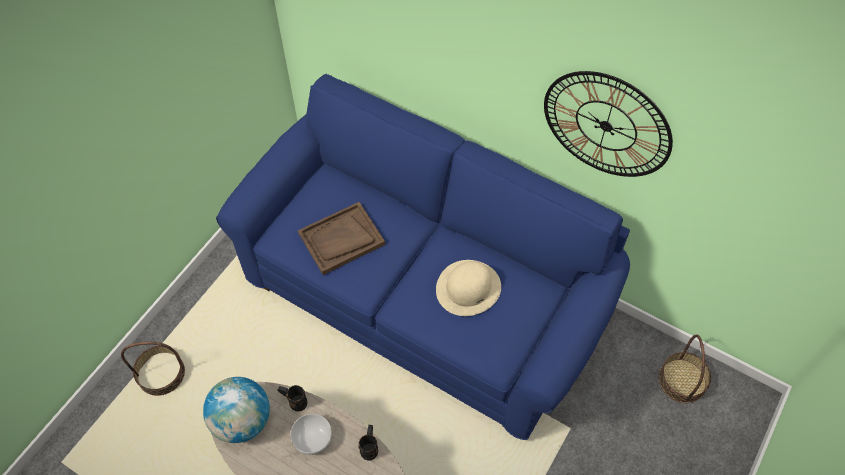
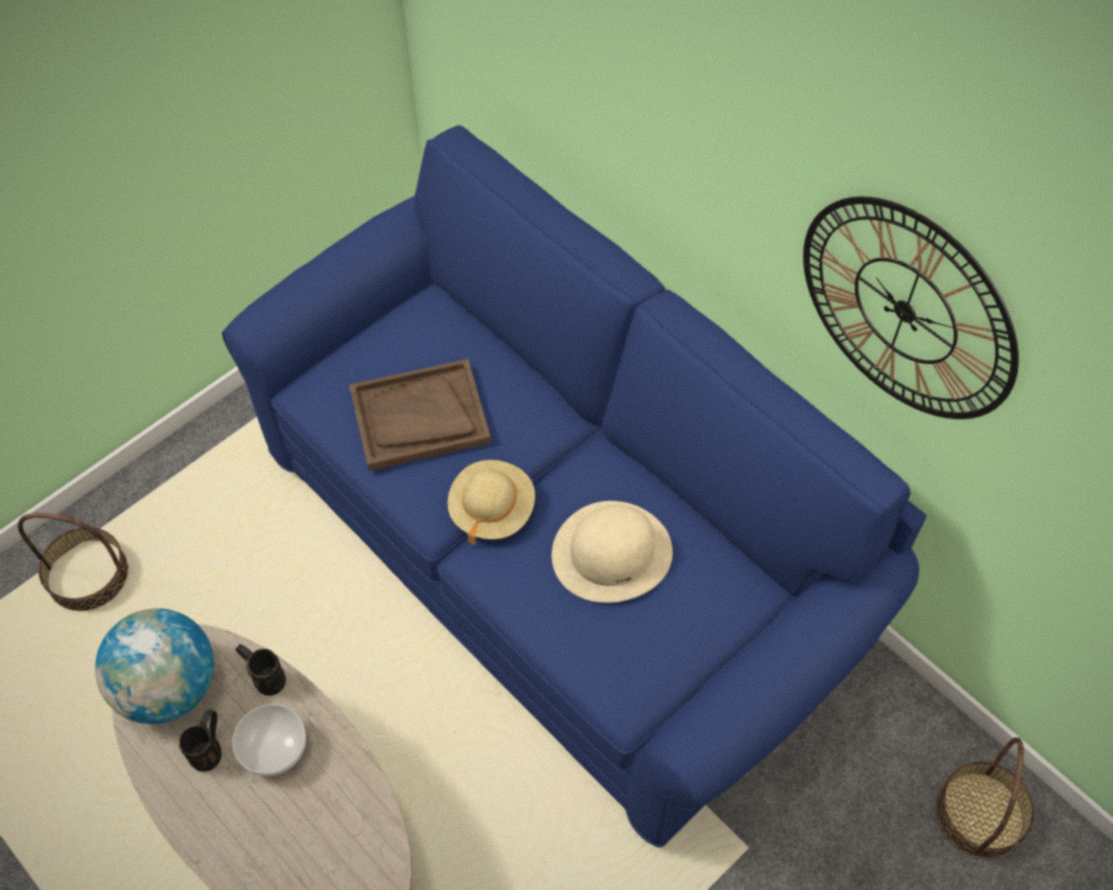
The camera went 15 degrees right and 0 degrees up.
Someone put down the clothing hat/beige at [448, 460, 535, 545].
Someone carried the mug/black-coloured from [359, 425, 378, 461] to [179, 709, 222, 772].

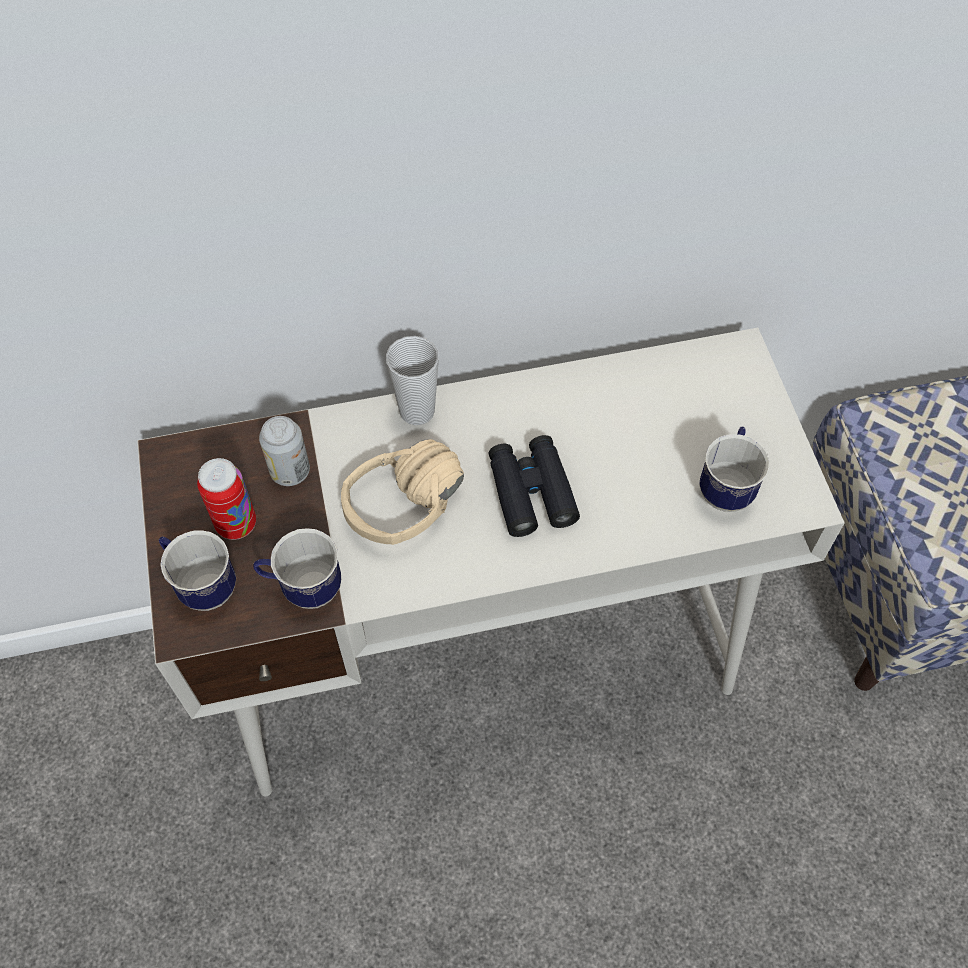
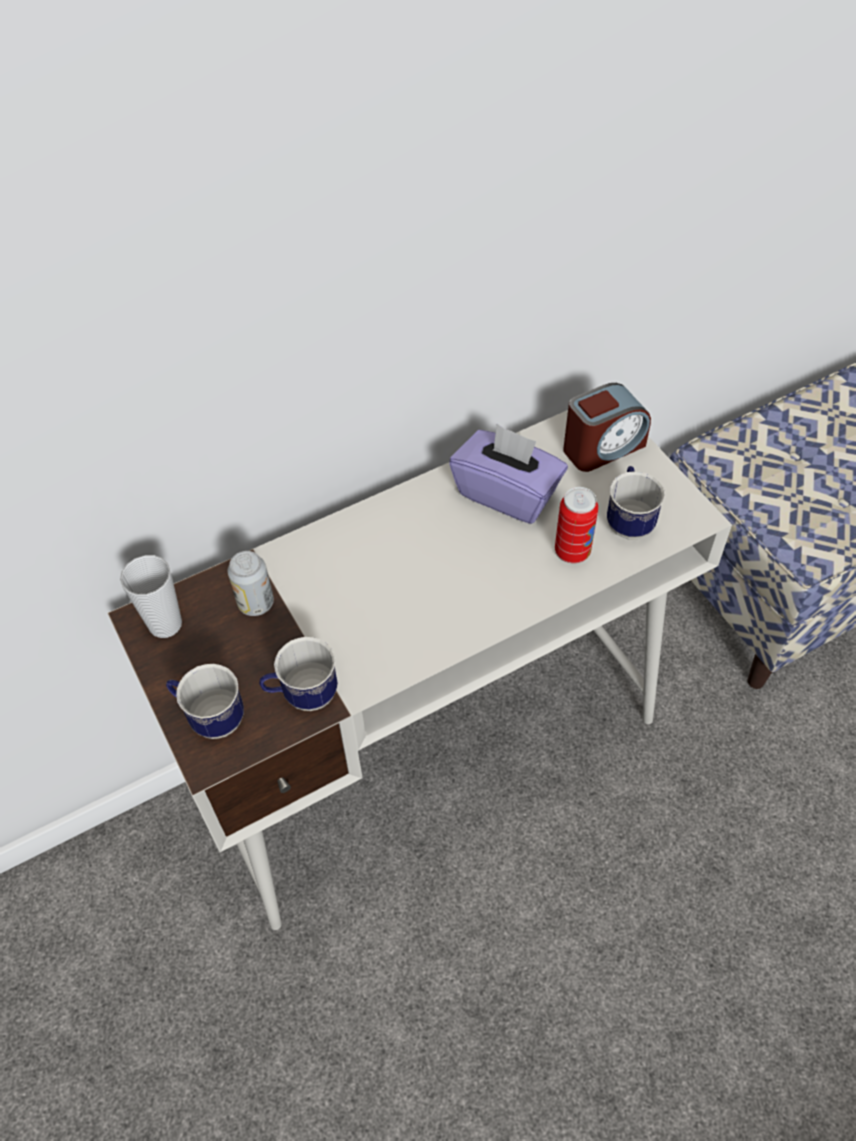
The camera went 15 degrees left and 5 degrees down.
Someone took away the headphones/beige at [341, 439, 464, 545].
Someone took away the field glasses/black-coloured at [488, 435, 580, 537].
Someone put down the tissue holder/purplish at [449, 424, 568, 524].
Someone put down the alarm clock at [563, 383, 651, 472].
Someone carried the metal can from [197, 458, 256, 540] to [555, 487, 598, 564].
Someone carried the cup from [386, 336, 439, 425] to [120, 555, 182, 638].

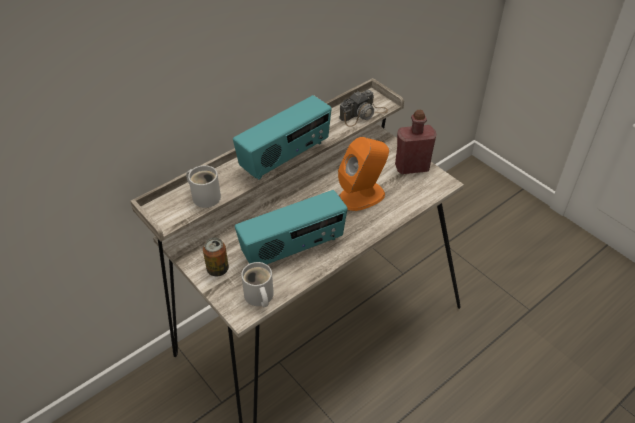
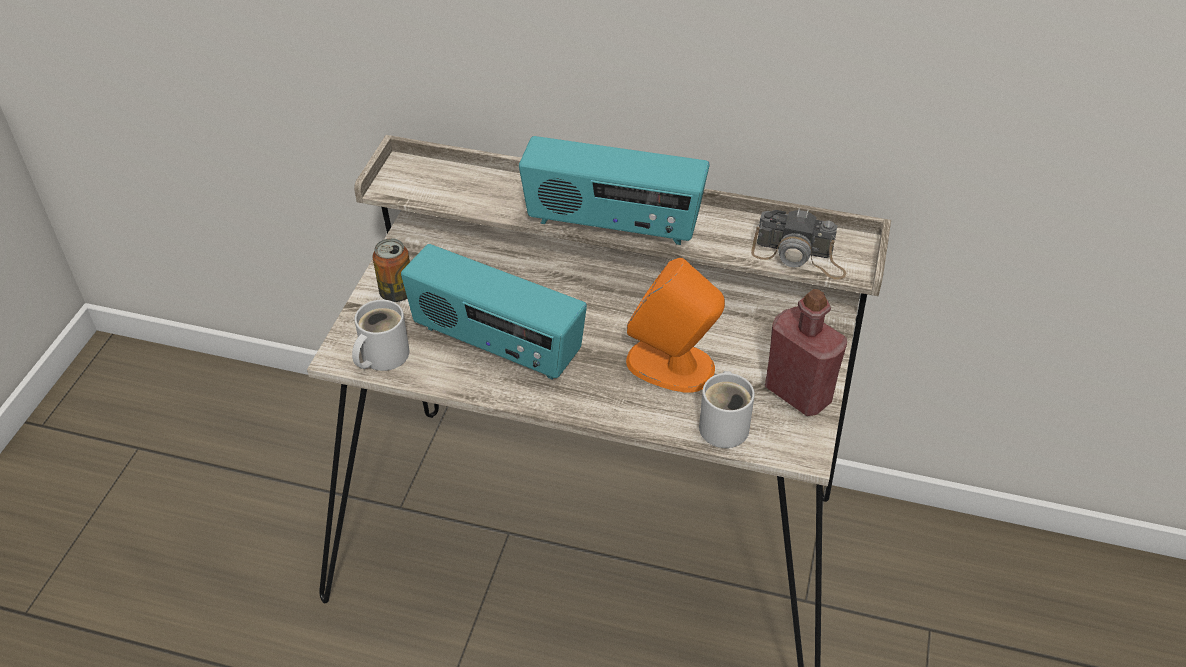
The camera went 55 degrees right and 0 degrees up.
Someone carried the mug/whitish from [186, 165, 221, 208] to [699, 371, 755, 448].

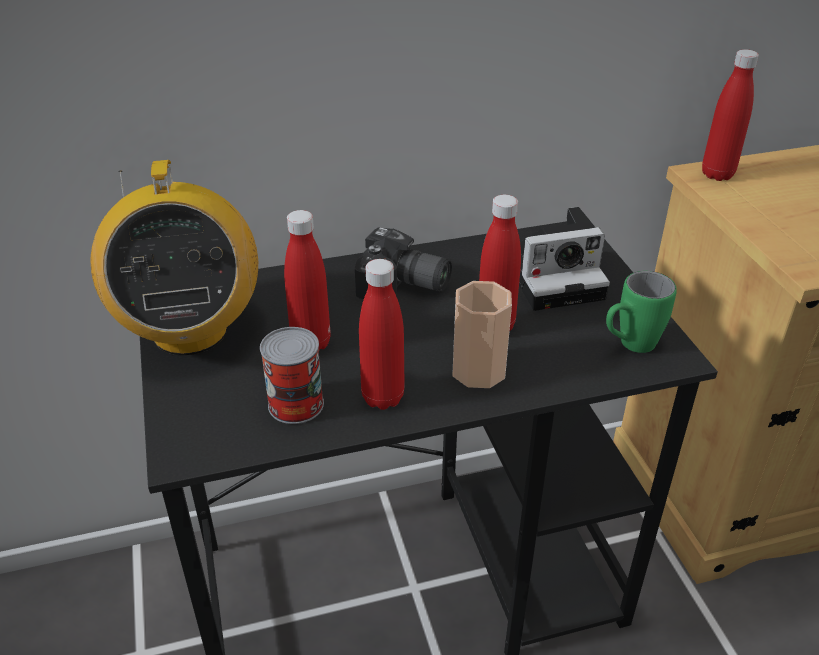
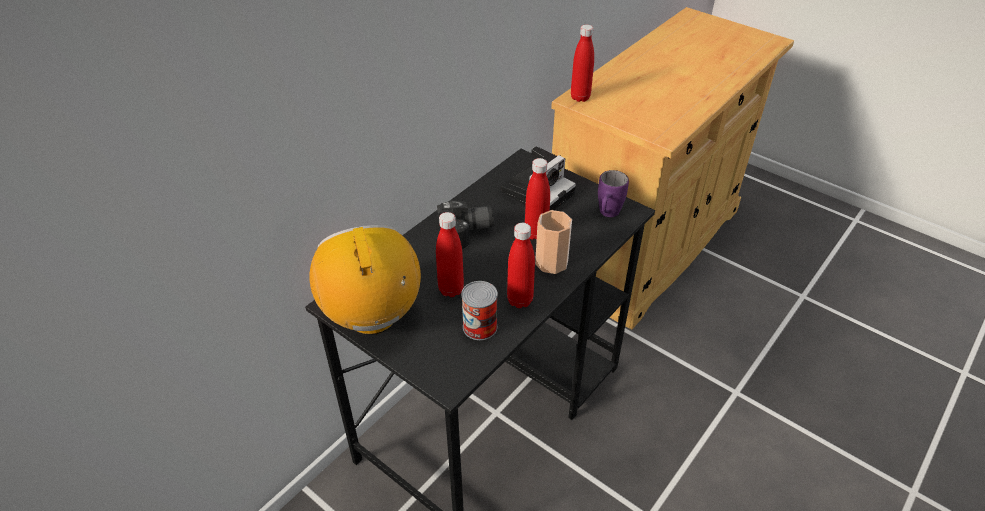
The camera went 35 degrees left and 5 degrees up.
Someone repainted the mug/green-coloured at [606, 271, 677, 353], which became the mug/purplish at [598, 170, 629, 217].
Someone rotated the radio set at [90, 160, 258, 355] by 150 degrees counterclockwise.

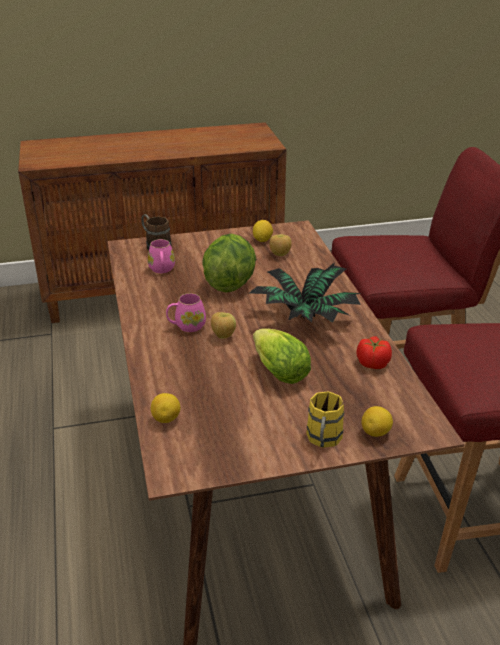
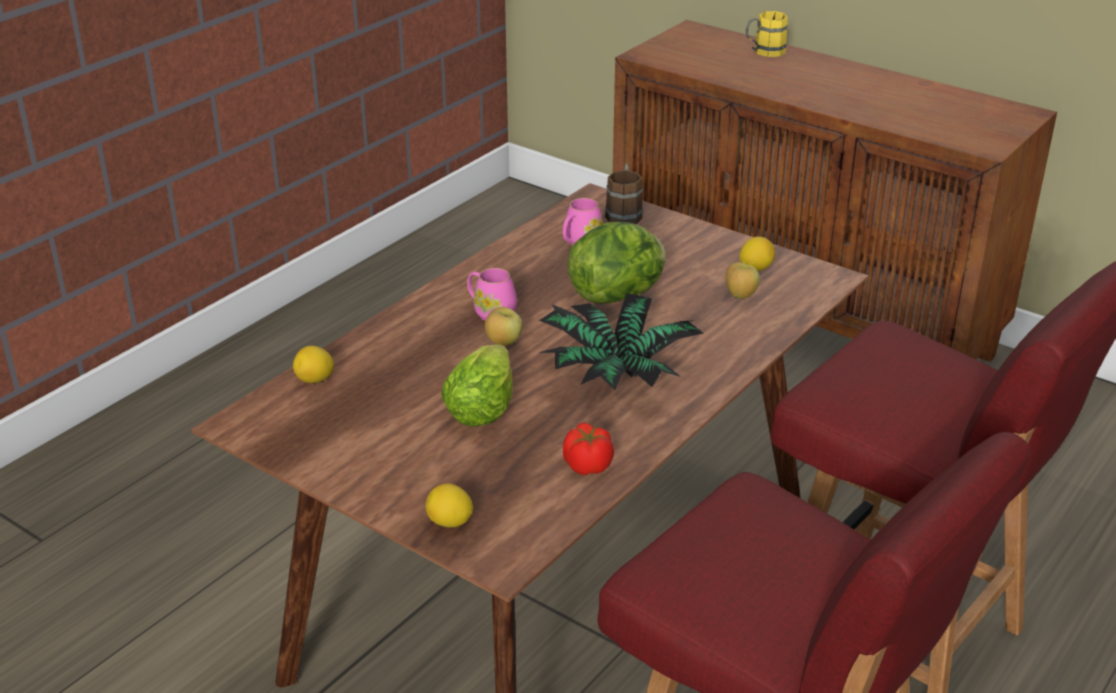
The camera went 50 degrees right and 0 degrees up.
Someone carried the mug/yellowish from [306, 391, 344, 448] to [746, 11, 788, 57].

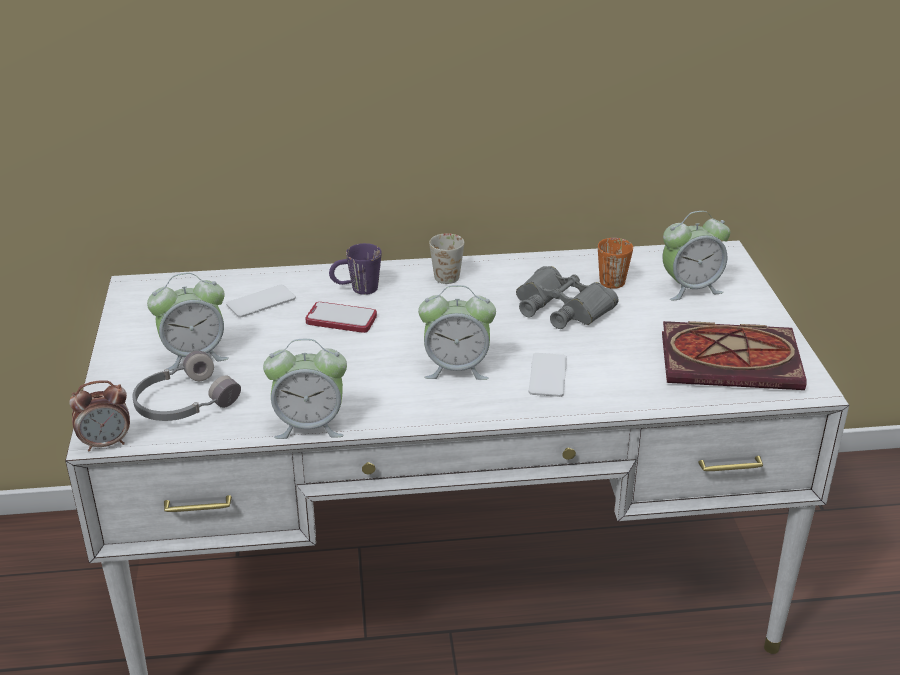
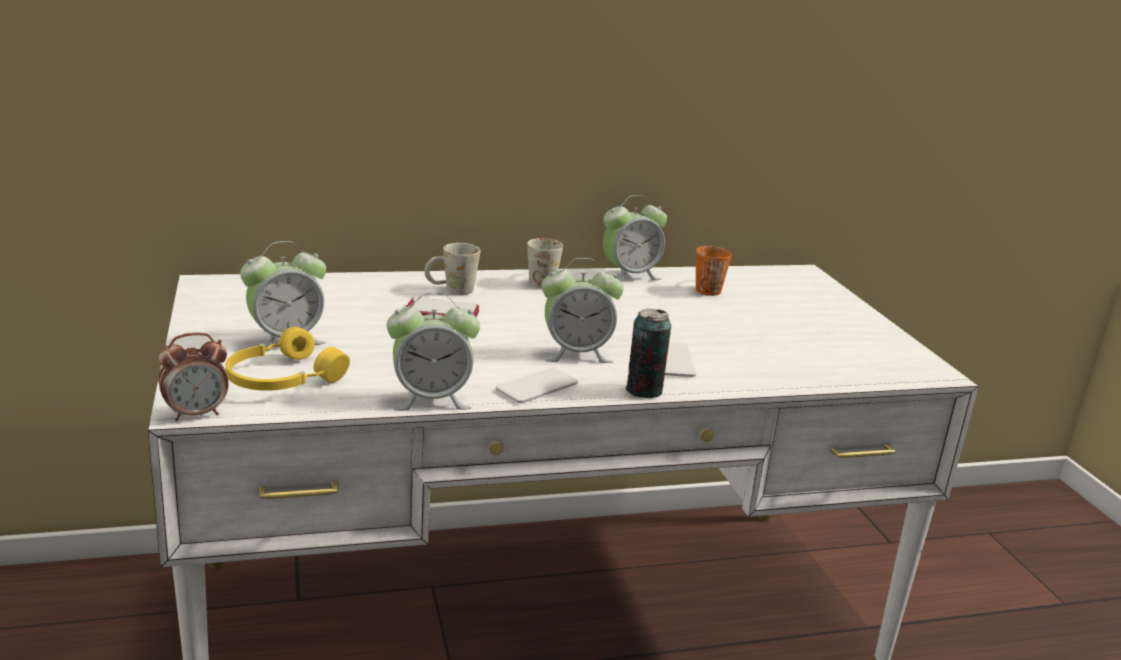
The camera went 10 degrees left and 10 degrees down.
Someone took away the field glasses/greyish at [516, 266, 618, 329].
Someone took away the bound book at [662, 321, 807, 390].
Someone put down the metal can at [626, 308, 671, 398].
Someone carried the phone from [226, 285, 296, 317] to [496, 367, 578, 403].
Someone carried the alarm clock from [662, 211, 730, 300] to [603, 195, 667, 283].
Someone repainted the headphones/greyish at [132, 351, 241, 421], which became the headphones/yellowish at [226, 327, 350, 391].
Someone repainted the mug/purplish at [329, 243, 382, 295], which became the mug/whitish at [424, 243, 481, 295].

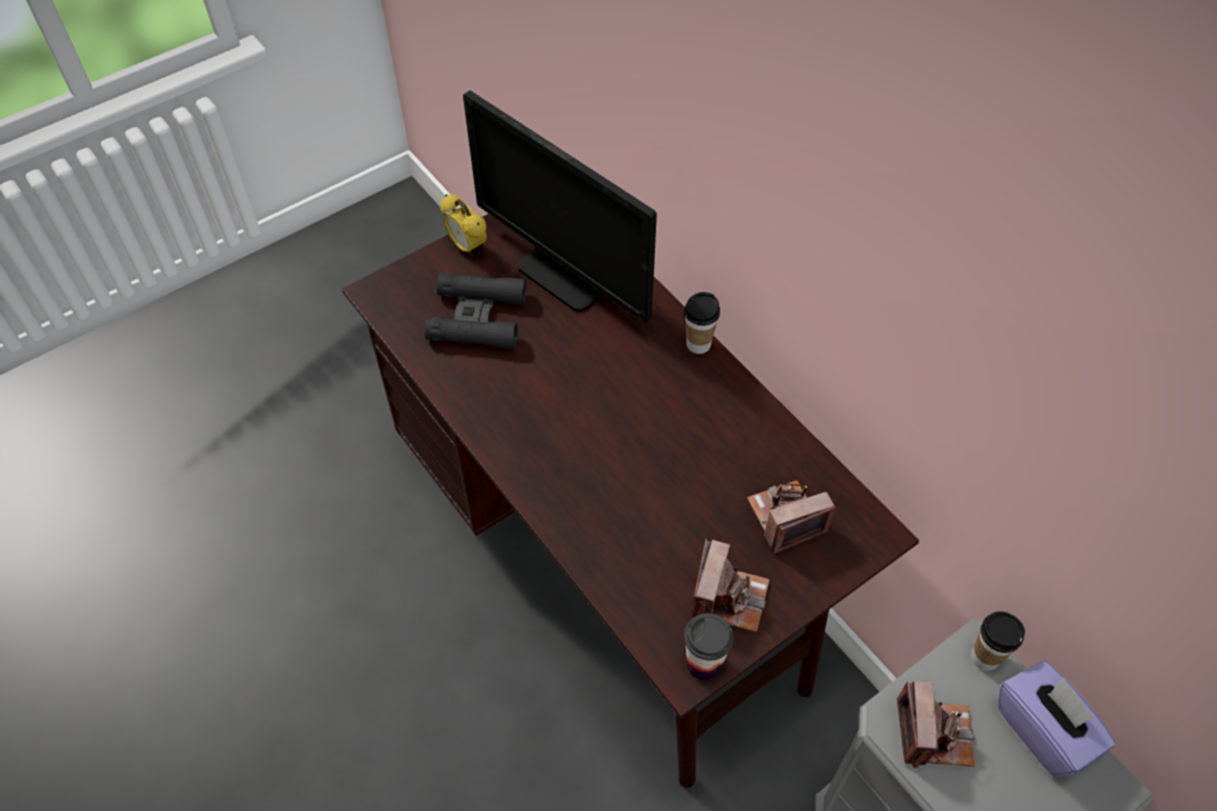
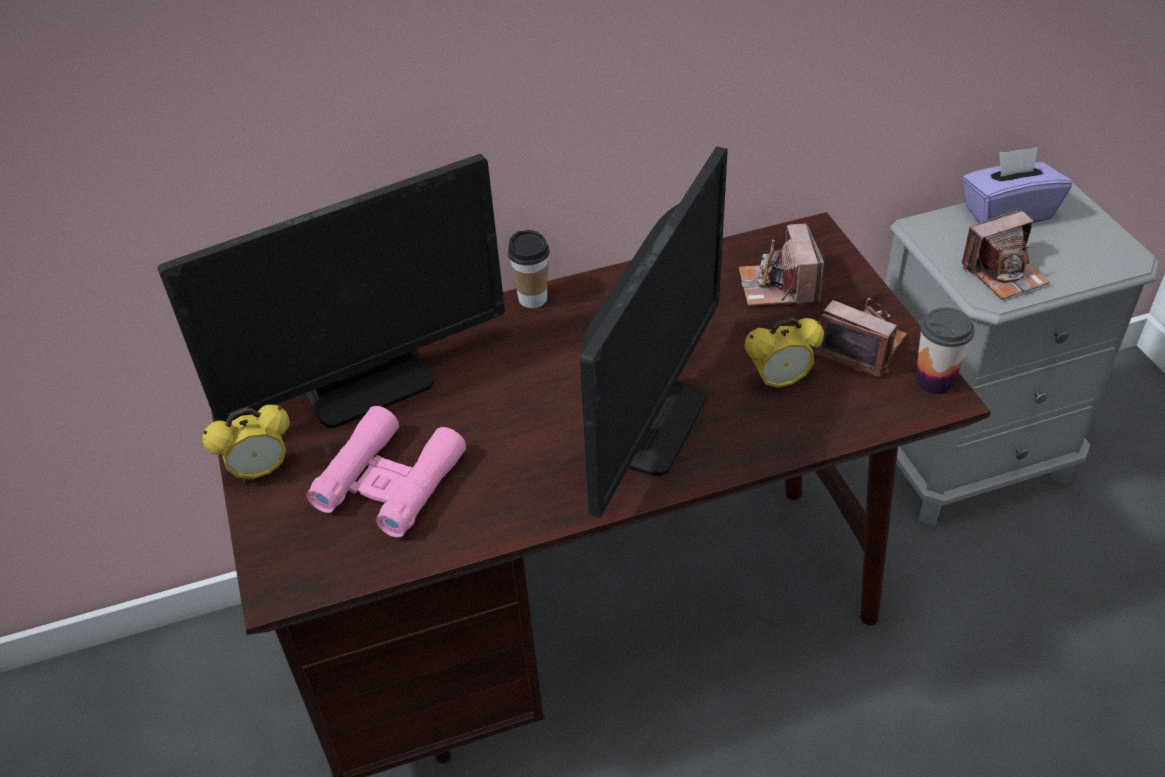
The camera went 70 degrees left and 10 degrees down.
Someone took away the cup at [971, 611, 1025, 671].
Someone put down the computer screen at [580, 146, 728, 518].
Someone put down the alarm clock at [744, 318, 824, 391].
Someone repainted the field glasses/black-coloured at [425, 273, 527, 349], which became the field glasses/pinkish at [306, 406, 466, 538].
Someone rotated the photo camera at [897, 681, 975, 768] by 135 degrees clockwise.

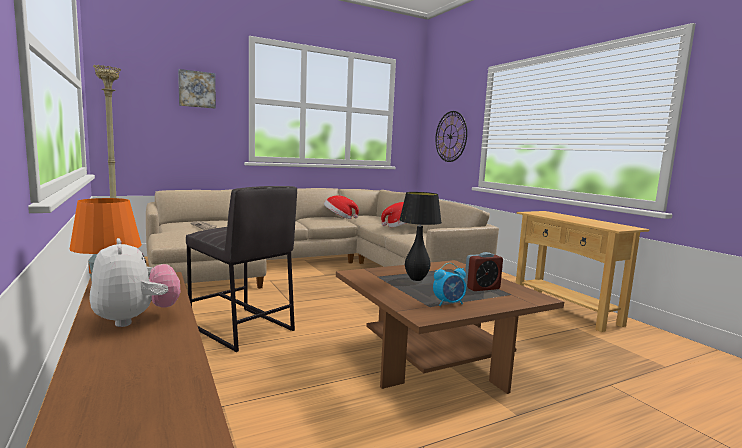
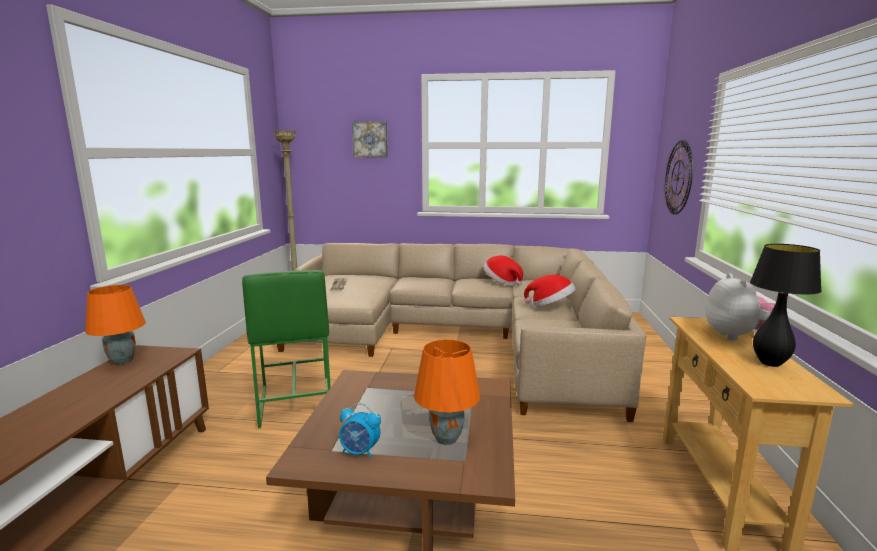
The camera went 35 degrees right and 5 degrees up.
Someone carried the cuddly toy from [89, 238, 180, 327] to [706, 273, 775, 341].
Someone carried the table lamp/black-coloured from [399, 192, 442, 281] to [750, 244, 822, 367].
Someone swapped the alarm clock at [465, 252, 503, 291] for the table lamp/orange-coloured at [414, 340, 480, 445].
Someone repainted the sitting stool/greyish at [186, 186, 297, 352], which became the sitting stool/green-coloured at [242, 270, 331, 429].

